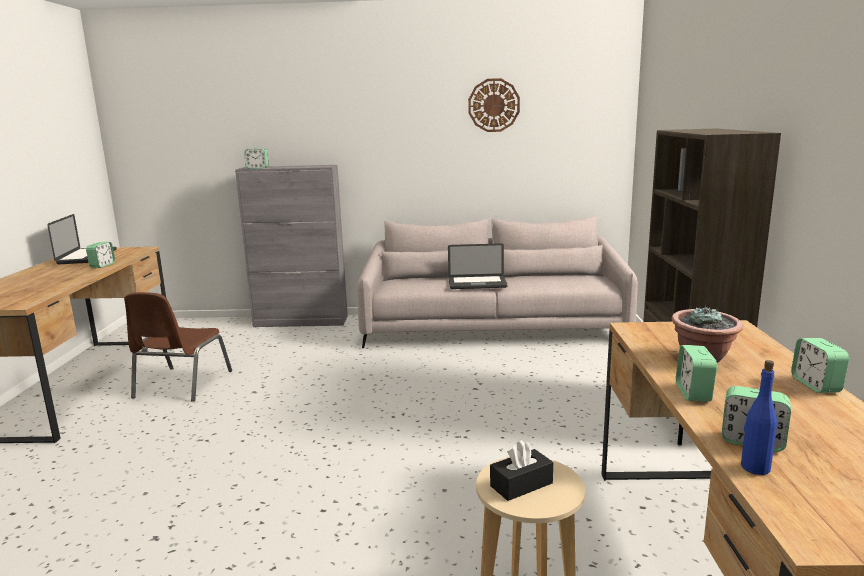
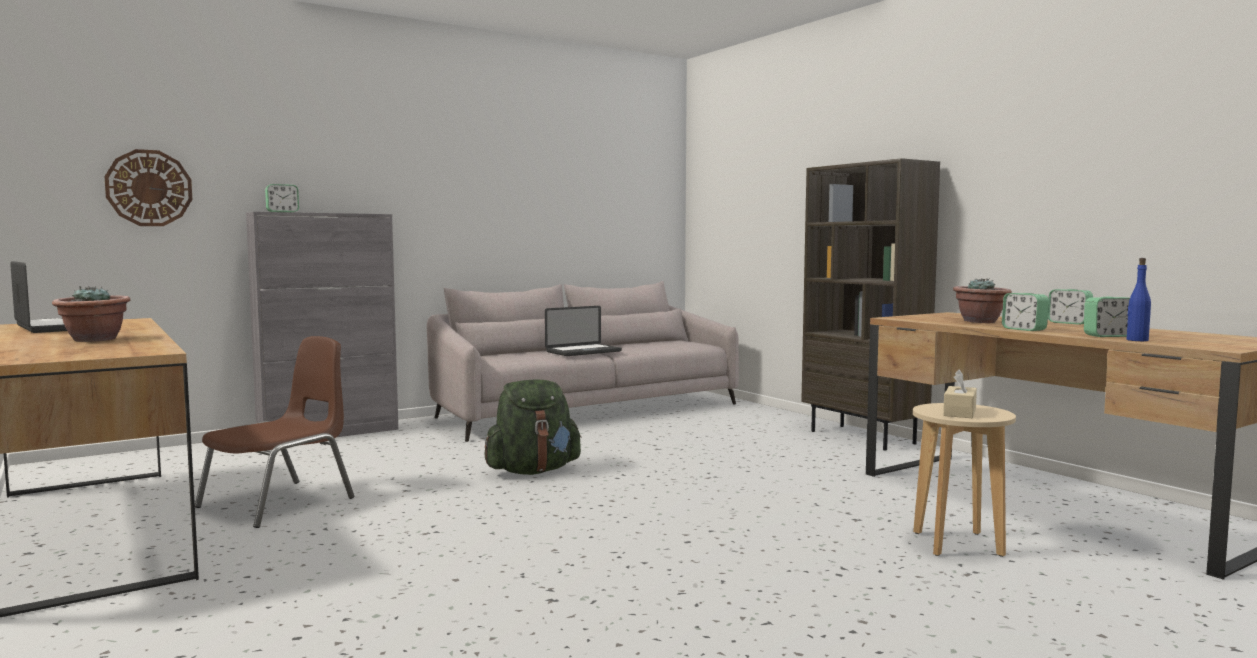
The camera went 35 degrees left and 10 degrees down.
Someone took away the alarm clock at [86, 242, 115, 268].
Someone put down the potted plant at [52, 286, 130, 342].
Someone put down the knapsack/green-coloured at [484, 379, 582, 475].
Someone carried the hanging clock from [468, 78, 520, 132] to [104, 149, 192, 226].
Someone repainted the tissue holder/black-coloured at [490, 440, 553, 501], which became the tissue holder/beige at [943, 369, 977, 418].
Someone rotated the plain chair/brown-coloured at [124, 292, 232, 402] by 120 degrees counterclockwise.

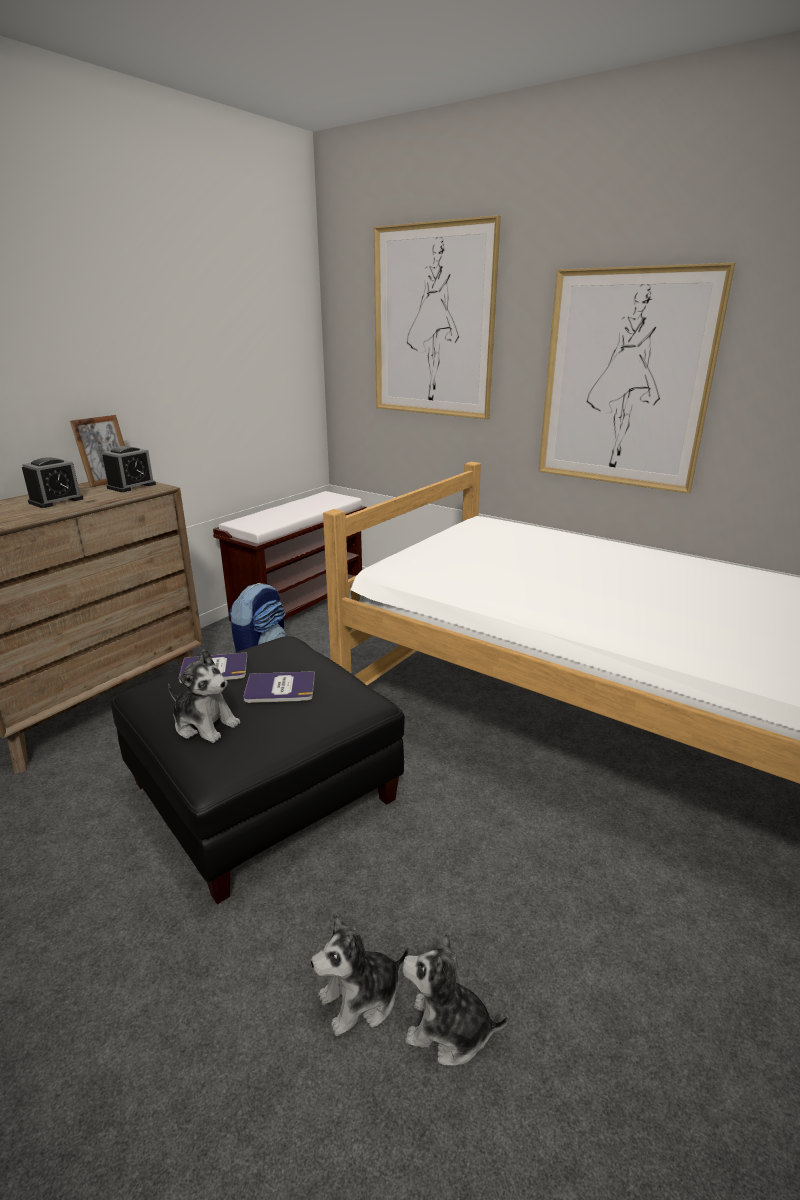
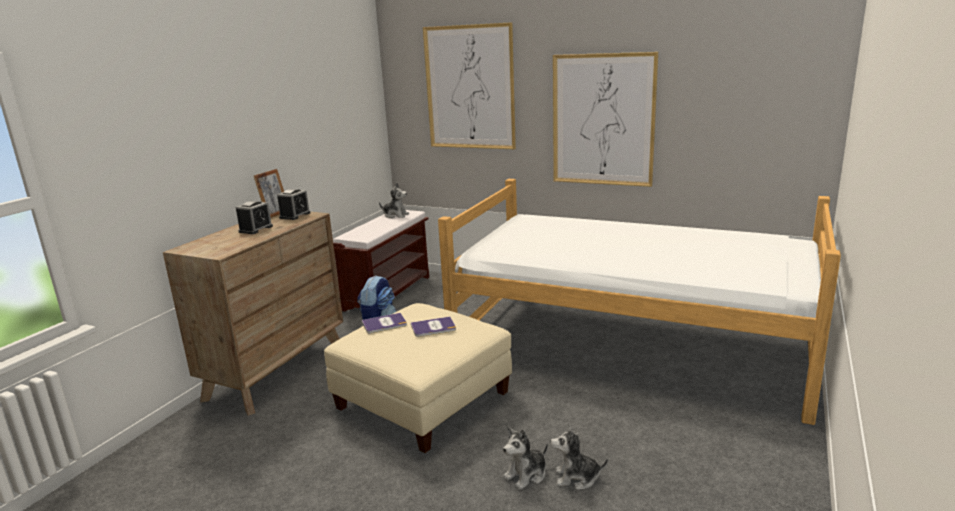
The camera went 10 degrees left and 5 degrees down.
Someone carried the cuddly toy from [168, 649, 240, 743] to [379, 183, 409, 218].
Someone repainted the ottoman/black-coloured at [111, 636, 405, 904], which became the ottoman/beige at [324, 303, 512, 453].

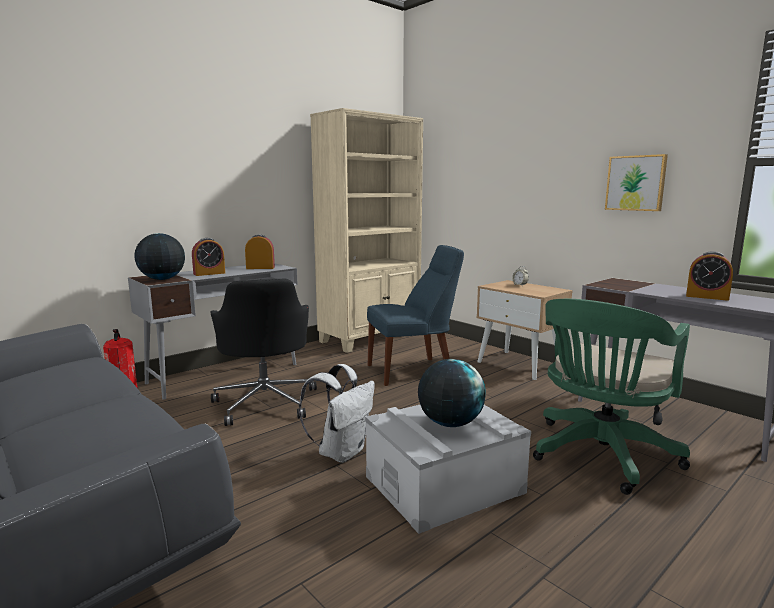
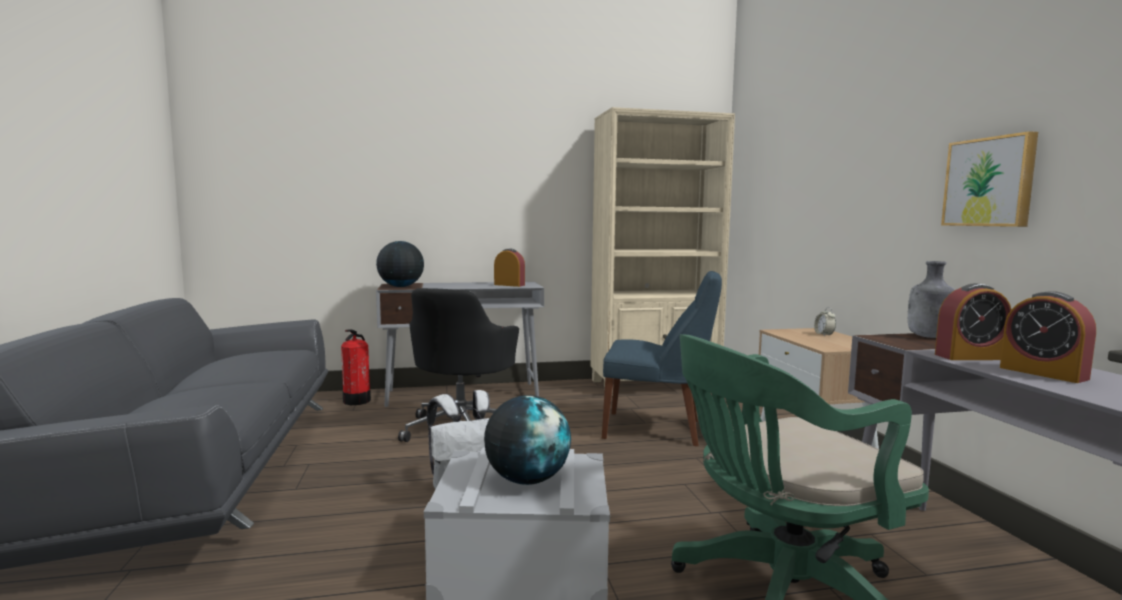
The camera went 30 degrees right and 5 degrees down.
Someone put down the beverage bottle/greyish at [908, 261, 955, 338].
Someone carried the alarm clock from [192, 238, 225, 276] to [935, 283, 1011, 360].

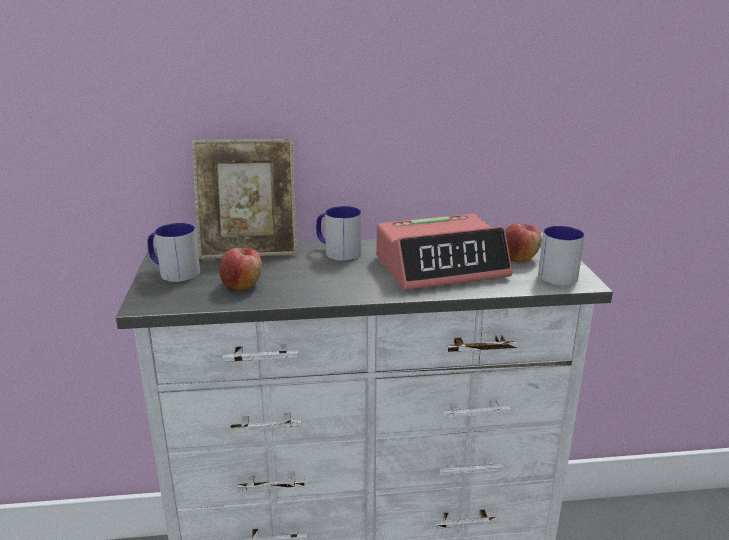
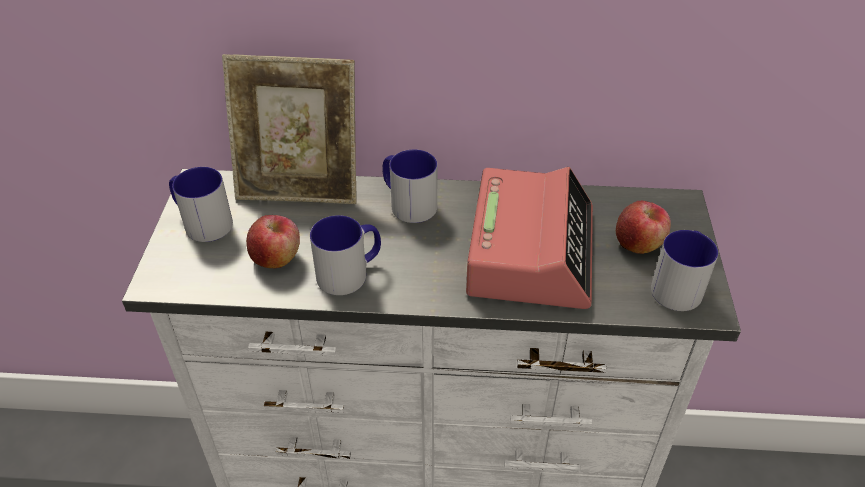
The camera went 10 degrees right and 20 degrees up.
Someone put down the mug at [310, 215, 381, 295].
Someone rotated the alarm clock at [377, 214, 512, 290] by 75 degrees counterclockwise.

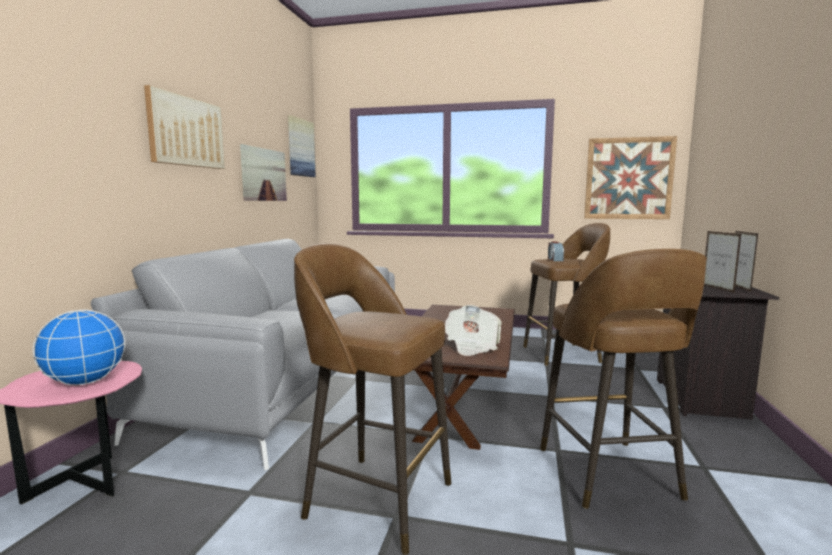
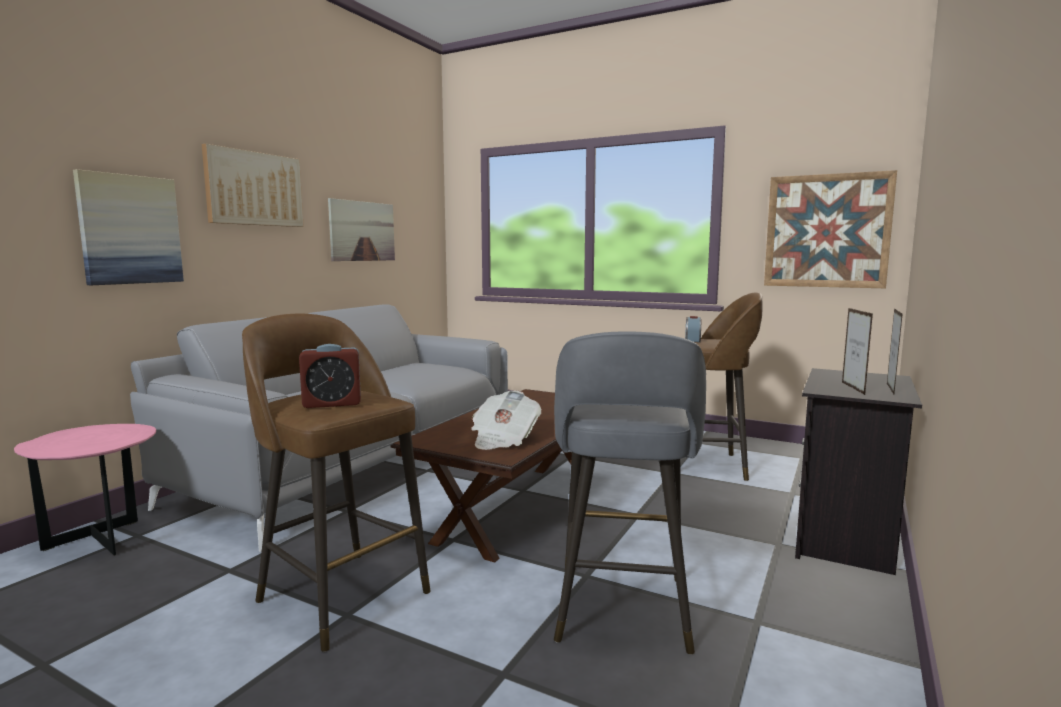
The camera went 15 degrees right and 0 degrees up.
Someone took away the world globe at [33, 310, 126, 386].
Someone put down the alarm clock at [299, 344, 361, 408].
Someone carried the wall picture from [288, 115, 316, 177] to [73, 169, 184, 285].
Someone repainted the sitting stool/brown-coloured at [540, 249, 707, 509], which became the sitting stool/greyish at [554, 332, 706, 655].

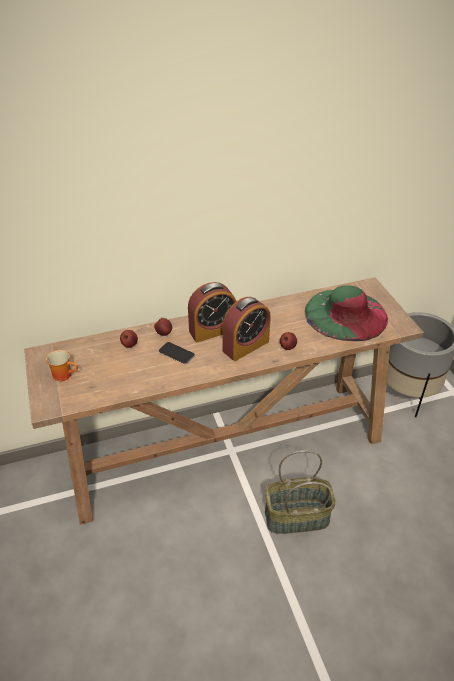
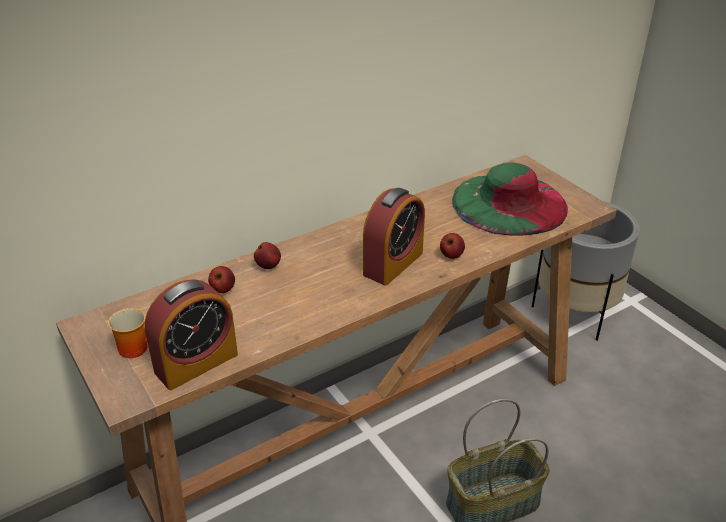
The camera went 15 degrees left and 5 degrees down.
Someone took away the phone at [159, 342, 195, 364].
Someone carried the alarm clock from [188, 282, 236, 342] to [145, 279, 238, 390].

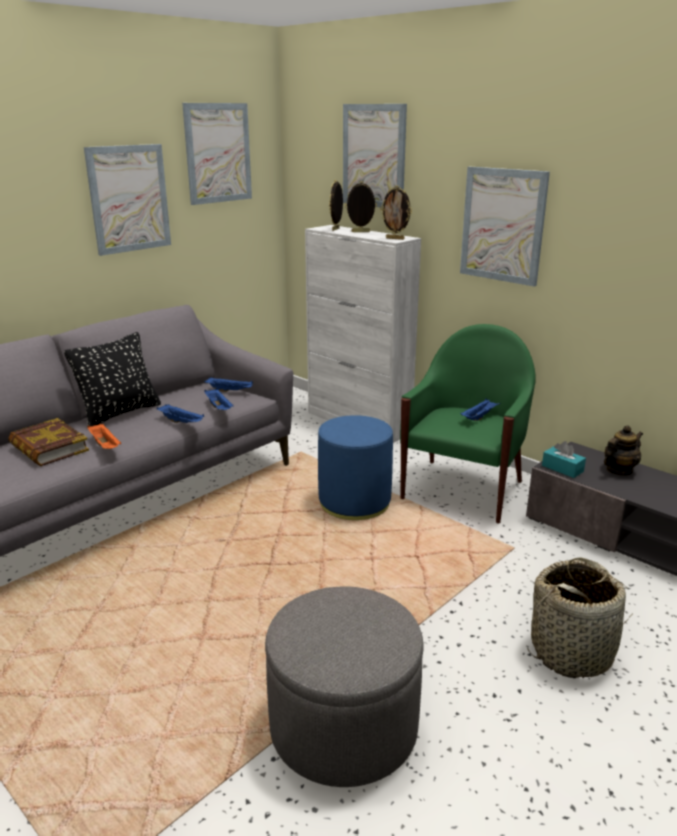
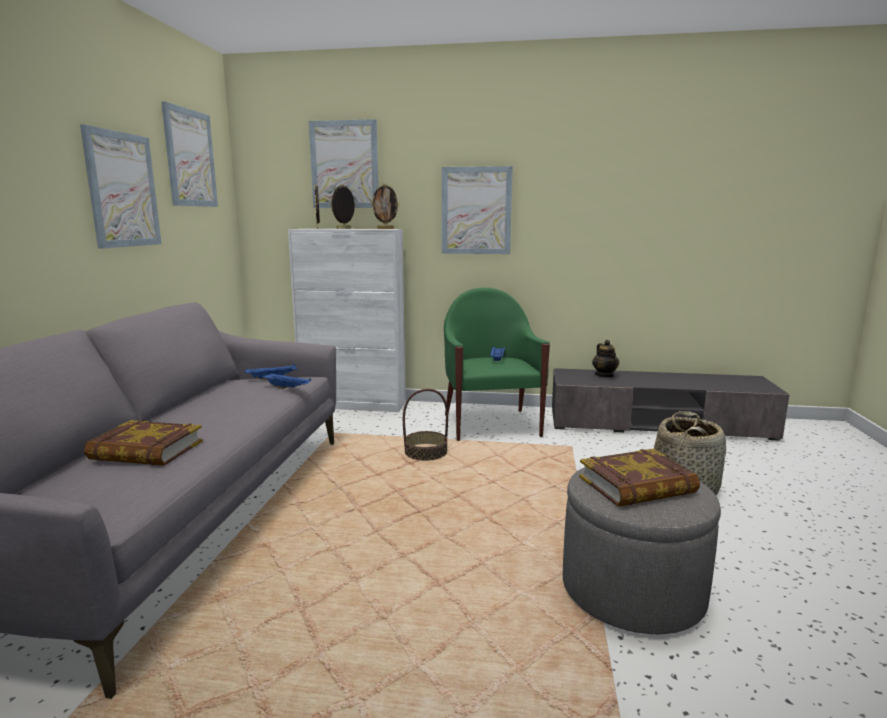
The camera went 35 degrees left and 10 degrees down.
Someone took away the pillow/black-coloured at [64, 332, 161, 426].
Someone took away the serving tray/orange-coloured at [87, 424, 121, 449].
Someone took away the serving tray/blue-coloured at [157, 404, 204, 423].
Someone took away the tissue holder/blue-green at [542, 441, 586, 478].
Someone put down the bound book at [579, 449, 700, 507].
Someone swapped the ottoman/blue-coloured at [318, 415, 393, 520] for the storage basket at [403, 389, 448, 461].
Someone rotated the tea pot at [604, 425, 643, 475] by 150 degrees clockwise.

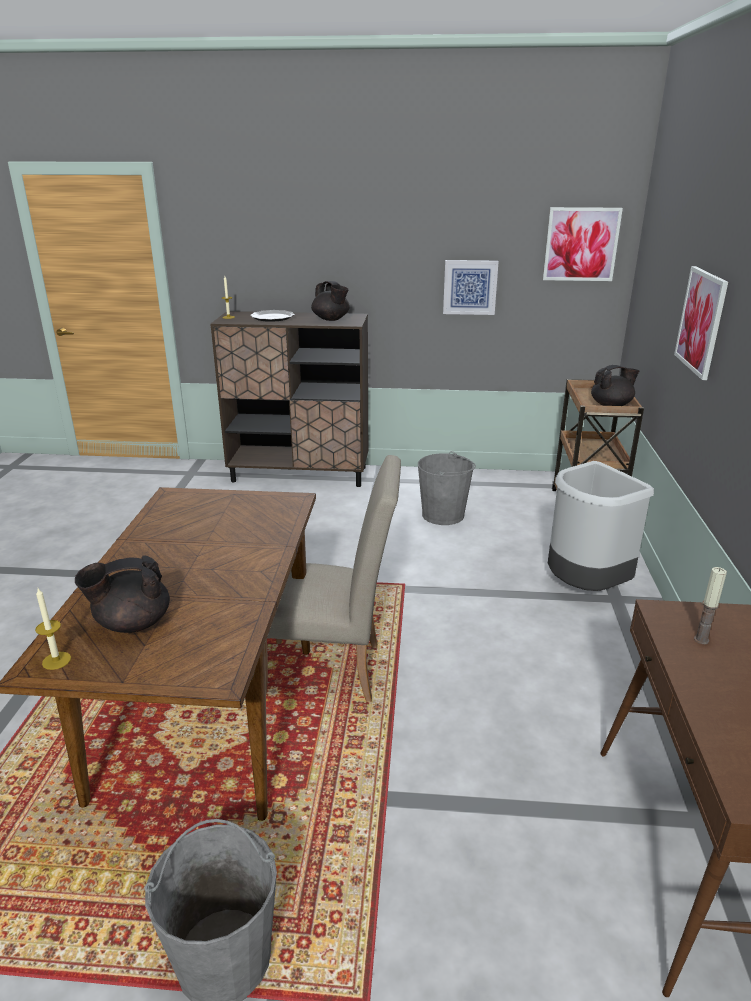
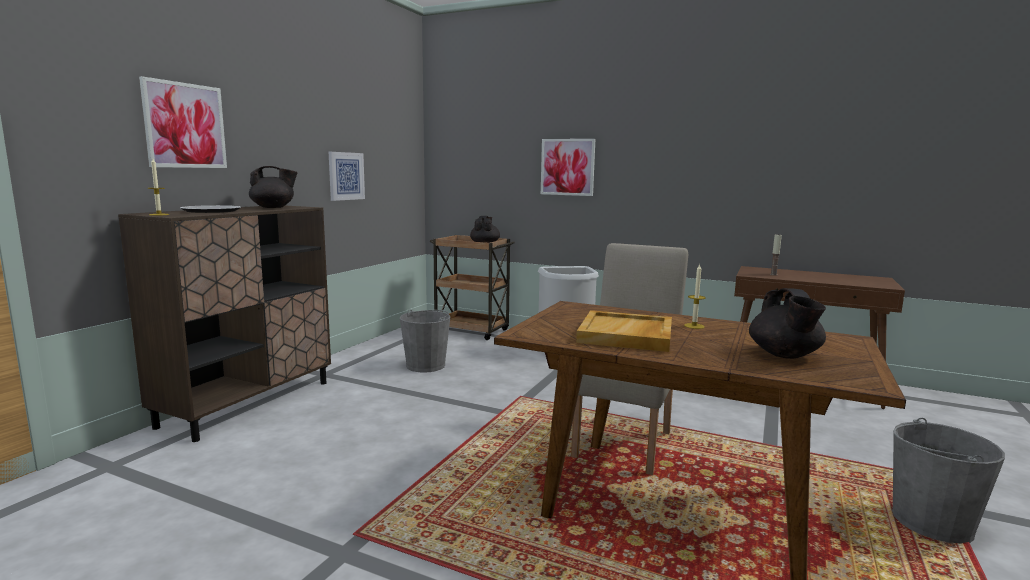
The camera went 70 degrees left and 15 degrees down.
Someone put down the serving tray/beige at [576, 310, 672, 352].
Someone carried the candle from [35, 588, 71, 670] to [684, 263, 706, 329].
Someone carried the wall picture from [543, 207, 623, 281] to [139, 76, 227, 168].

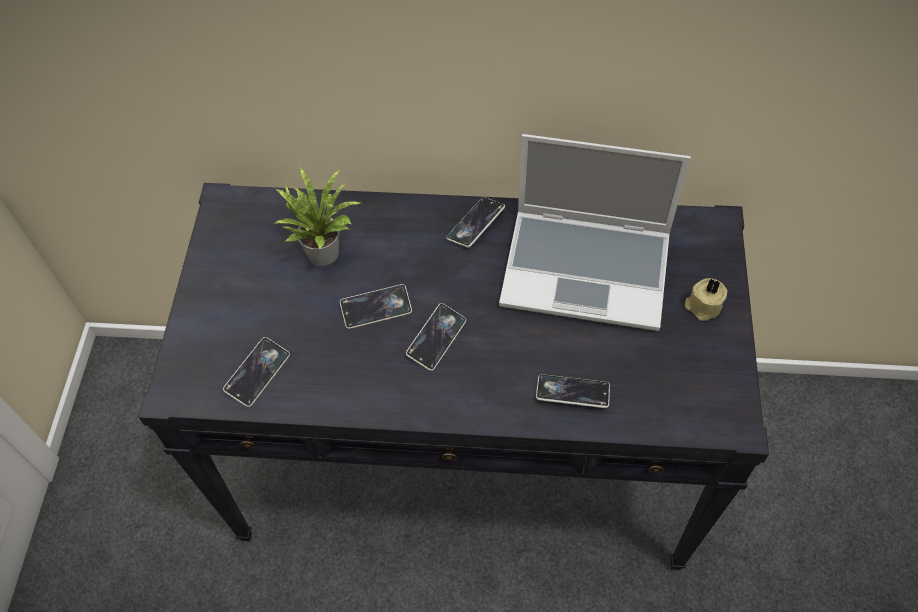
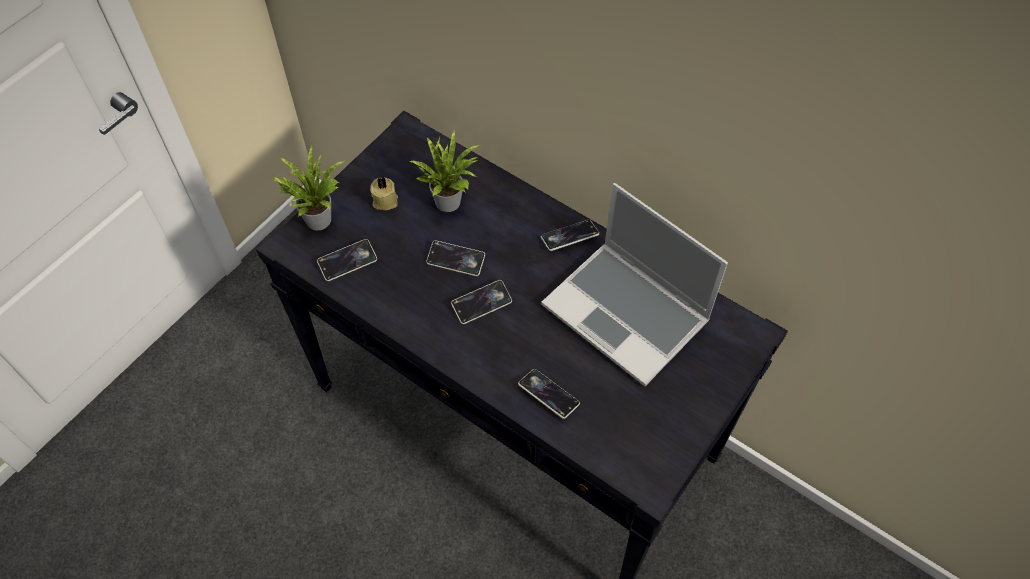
The camera went 30 degrees right and 0 degrees up.
Someone put down the potted plant at [271, 145, 346, 230].
Someone carried the candle/beige from [685, 278, 727, 321] to [370, 177, 398, 210].

